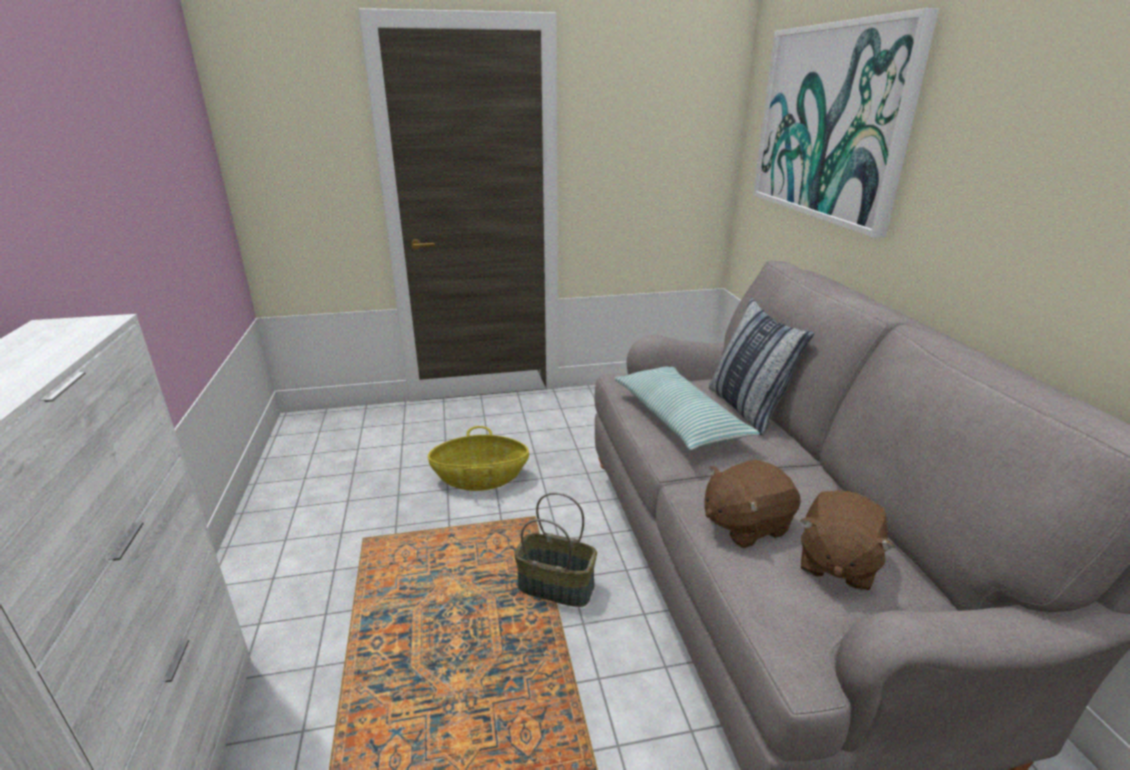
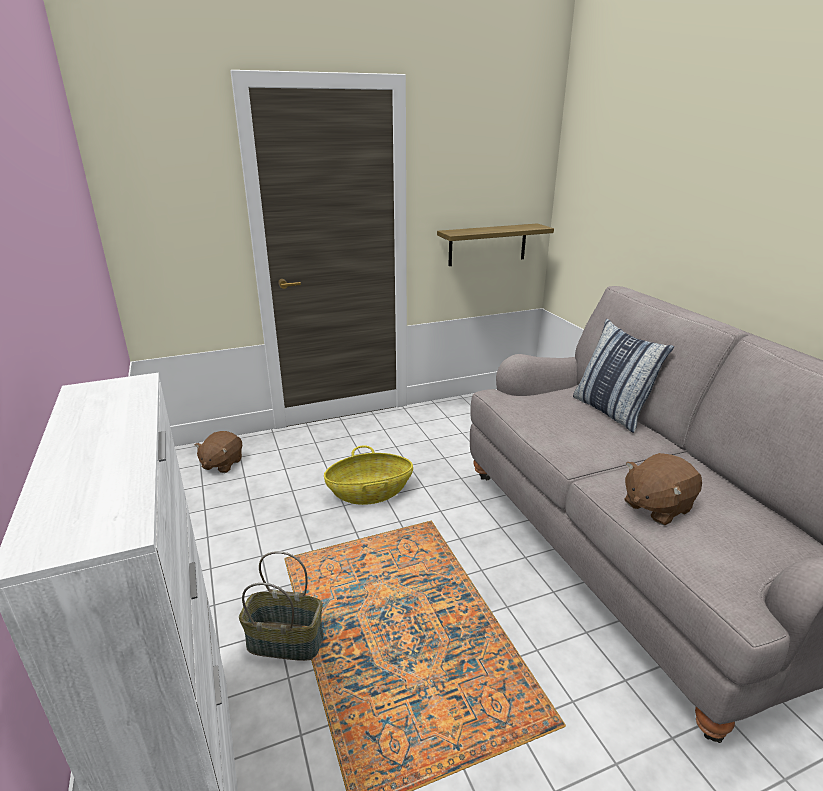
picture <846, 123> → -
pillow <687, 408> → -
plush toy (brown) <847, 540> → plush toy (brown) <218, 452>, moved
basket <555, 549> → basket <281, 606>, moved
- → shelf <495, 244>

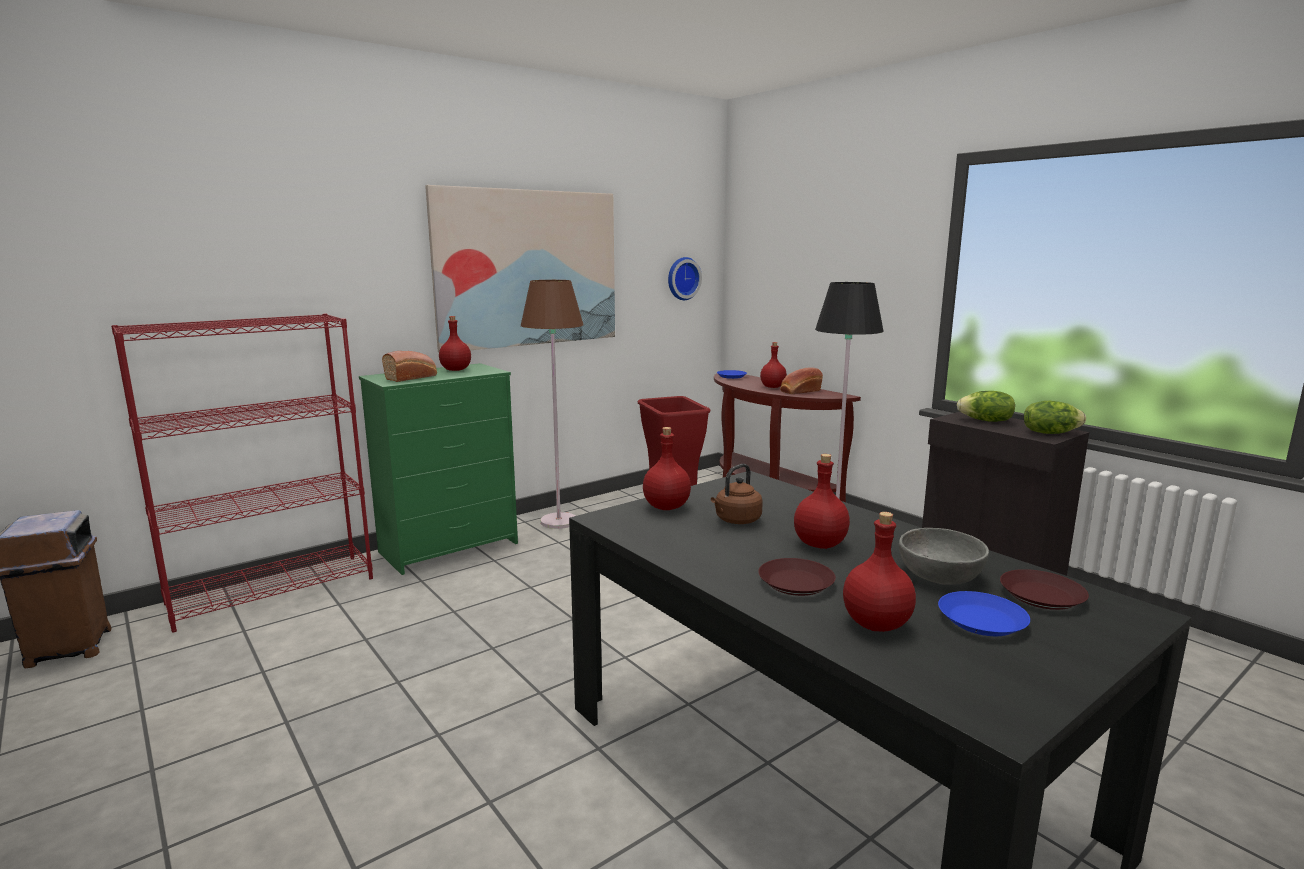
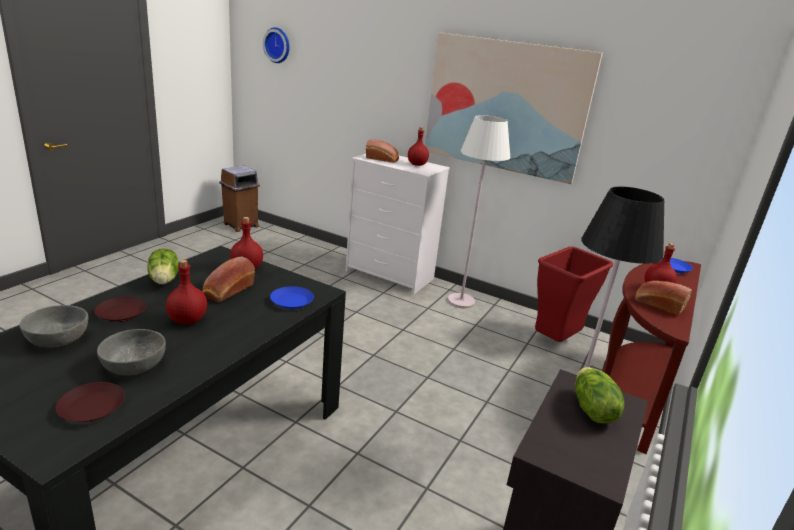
wall clock <685, 278> → wall clock <276, 45>, moved
floor lamp (brown) <552, 404> → floor lamp (white) <479, 212>
bookcase (red) <242, 473> → -
dresser (green) <438, 469> → dresser (white) <398, 224>
lettuce <1055, 417> → lettuce <163, 266>, moved
kettle (brown) <737, 494> → bread <228, 279>
bottle (red) <879, 572> → bowl (grey) <53, 326>
plate (blue) <984, 613> → plate (blue) <292, 297>, moved

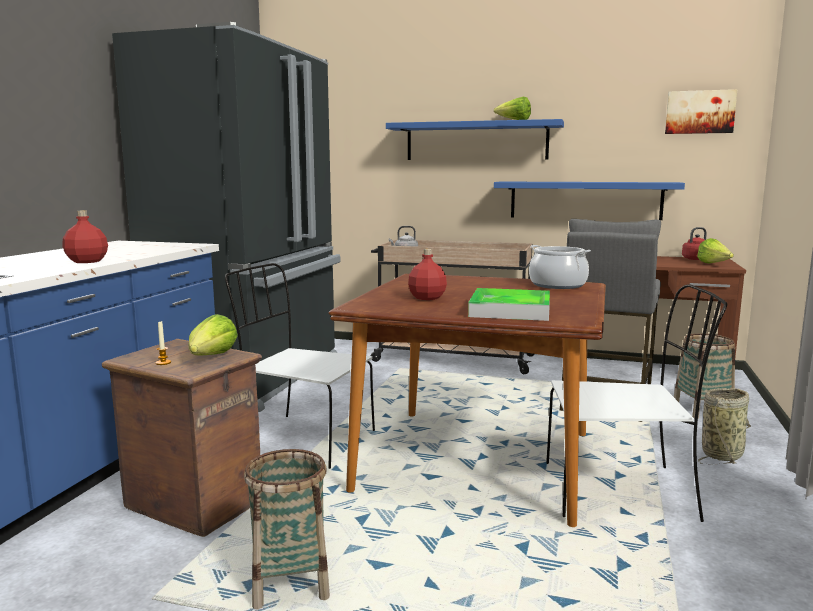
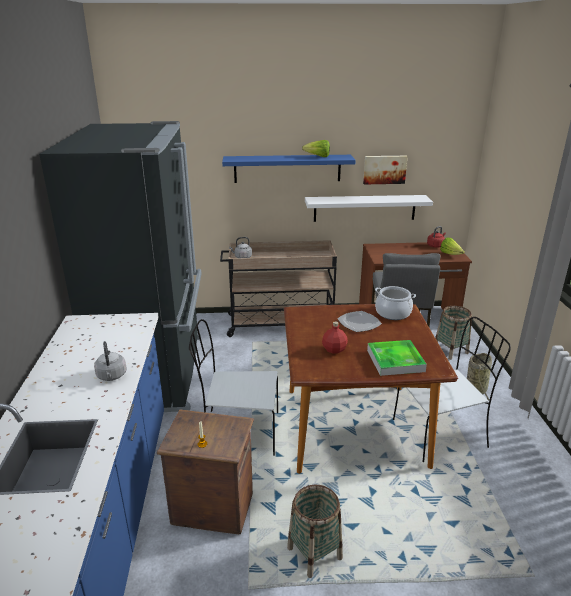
picture <701, 111> → picture <385, 170>, moved
shelf (blue) <589, 201> → shelf (white) <369, 208>
bottle (red) <85, 237> → kettle (grey) <110, 361>
lettuce <213, 334> → -
- → plate <359, 321>

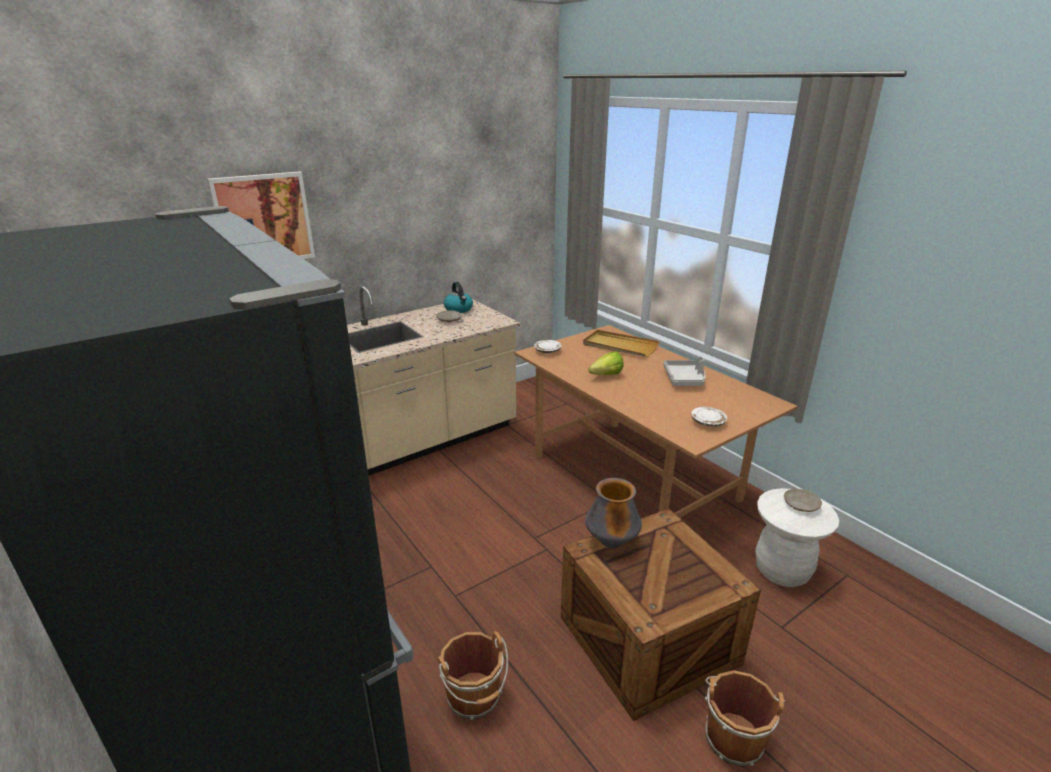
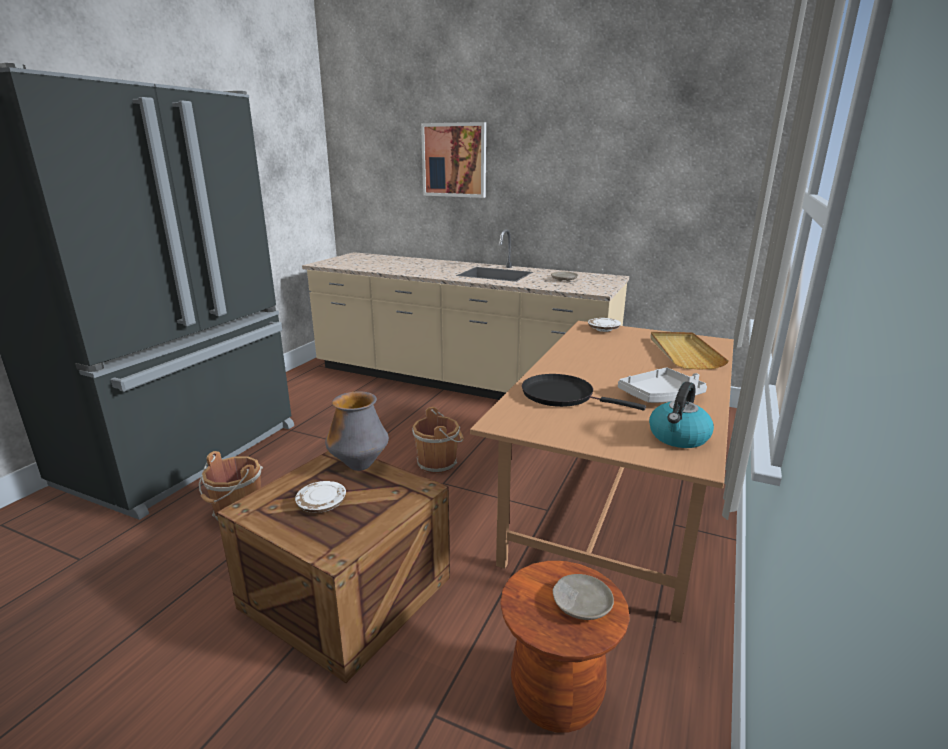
kettle <458, 297> → kettle <681, 415>, moved
lettuce <606, 363> → -
plate (white) <709, 417> → plate (white) <320, 497>, moved
stool (white) <797, 537> → stool (brown) <565, 647>
bucket (brown) <745, 718> → bucket (brown) <438, 440>, moved
- → frying pan (black) <584, 392>

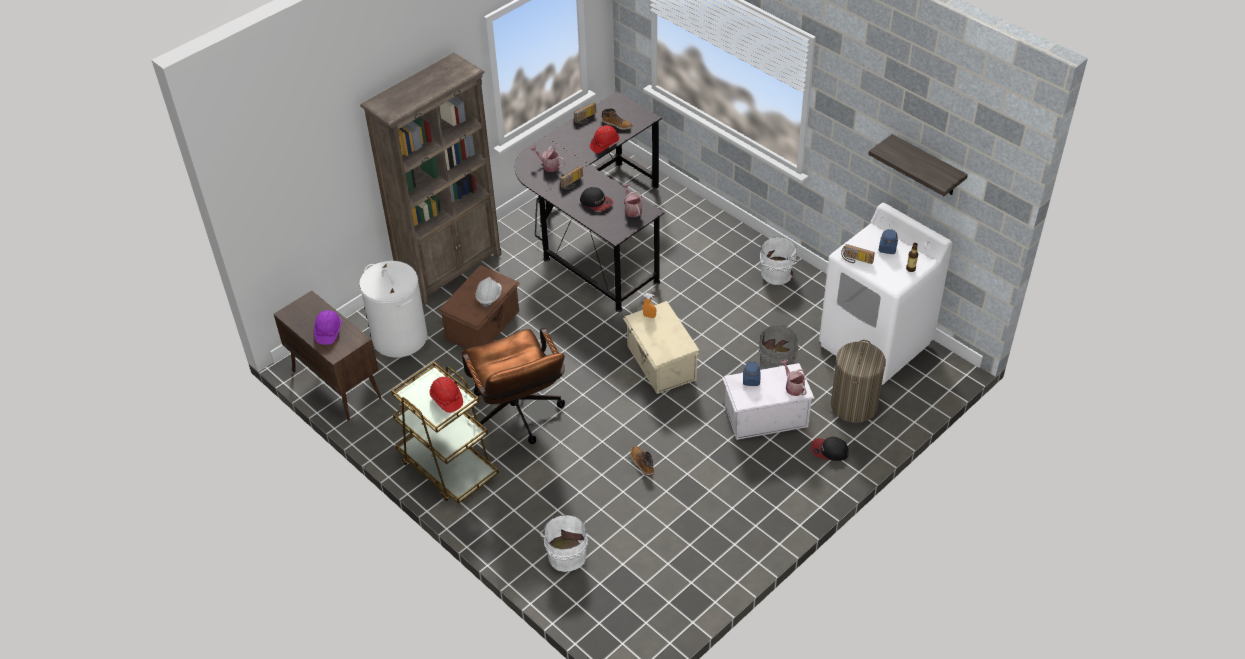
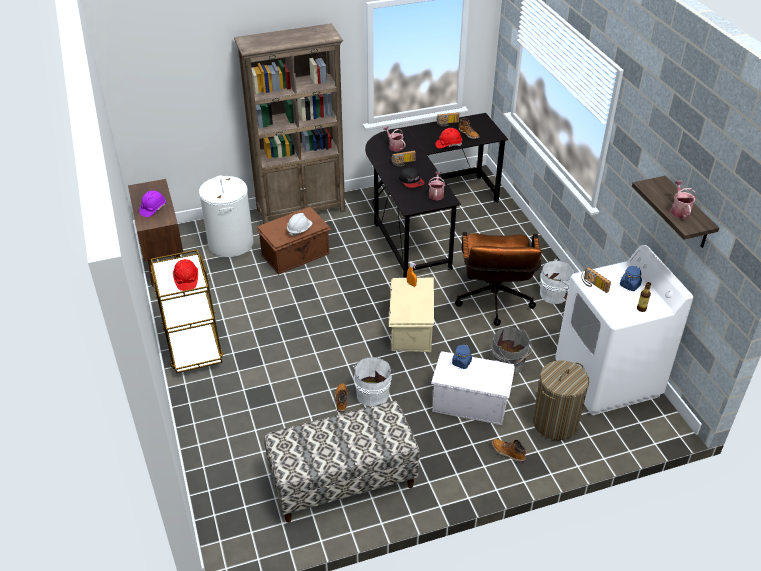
office chair (brown) <513, 386> → office chair (brown) <498, 279>, moved
watering can <794, 378> → watering can <683, 199>, moved
cap <830, 449> → boot <509, 451>
bucket (white) <564, 543> → bucket (white) <373, 381>, moved
- → bench <342, 462>

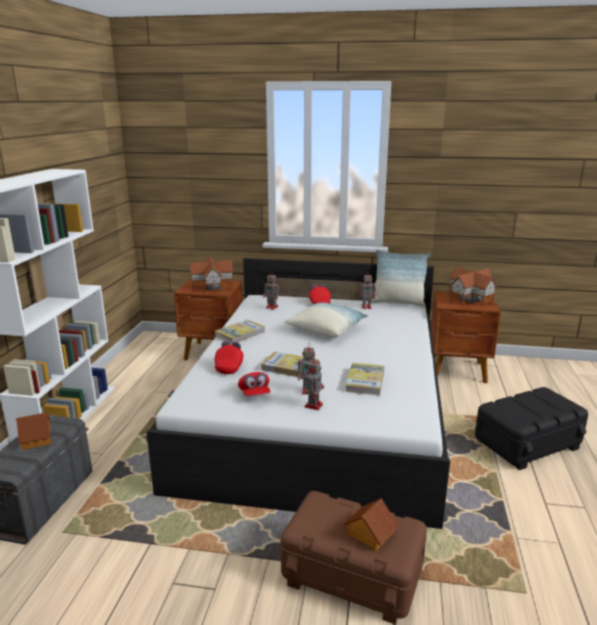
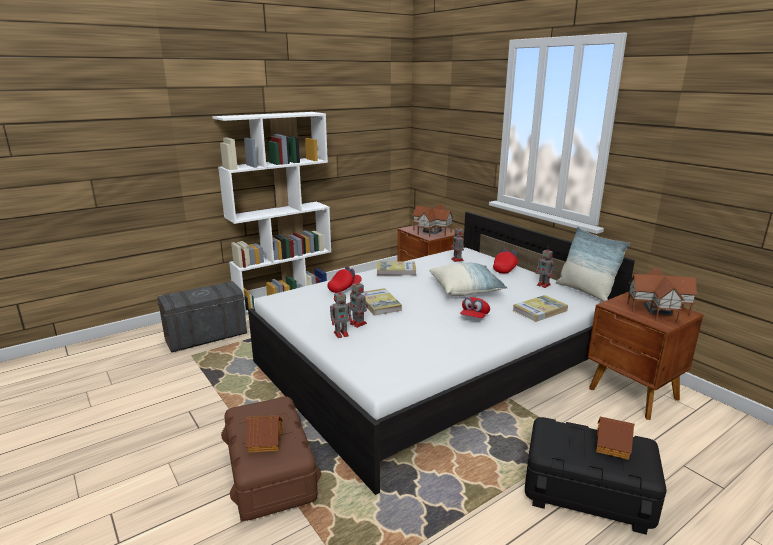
book <364, 379> → book <540, 308>, moved
cap (red) <254, 384> → cap (red) <475, 307>, moved
toy house <33, 431> → toy house <615, 438>, moved

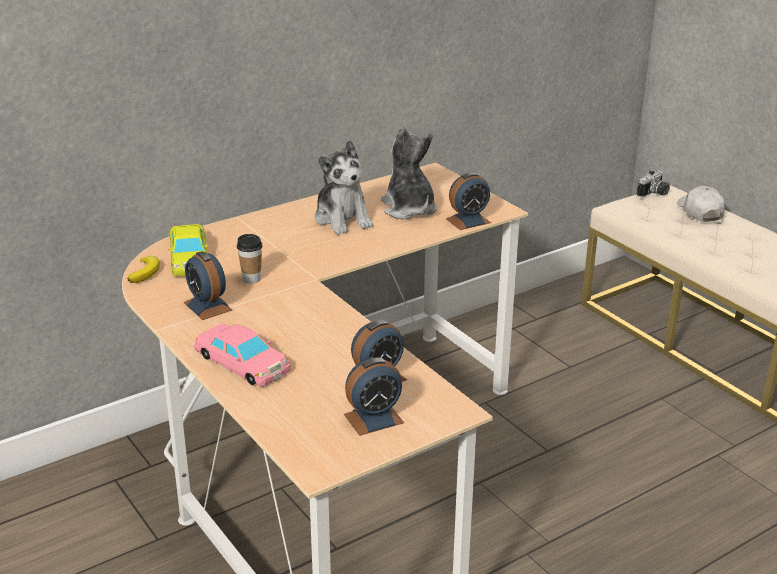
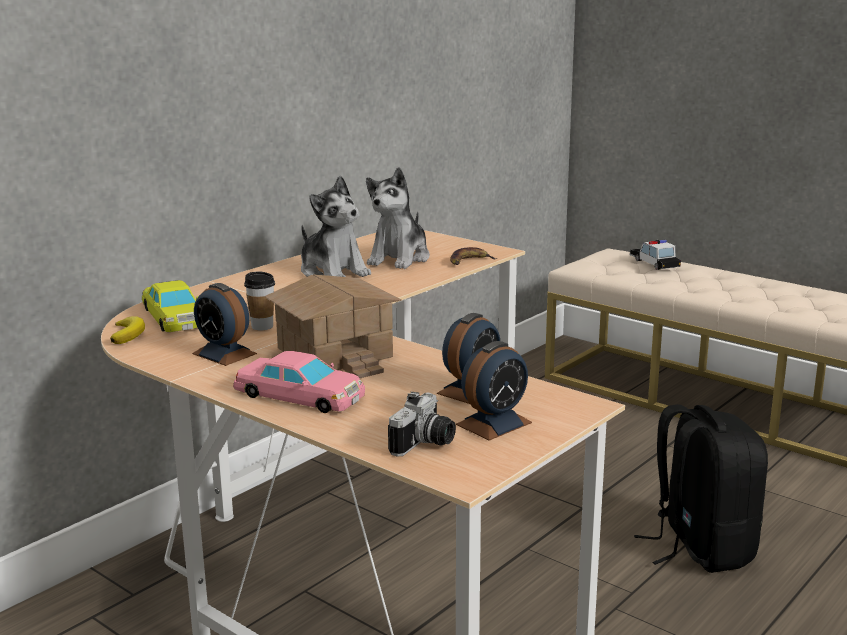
plush toy <409, 173> → plush toy <398, 218>, 120 degrees counterclockwise
photo camera <653, 183> → photo camera <422, 424>, moved
alarm clock <468, 201> → banana <473, 256>
cap (white) <701, 204> → toy car <655, 255>
- → toy house <333, 326>
- → backpack (black) <701, 488>

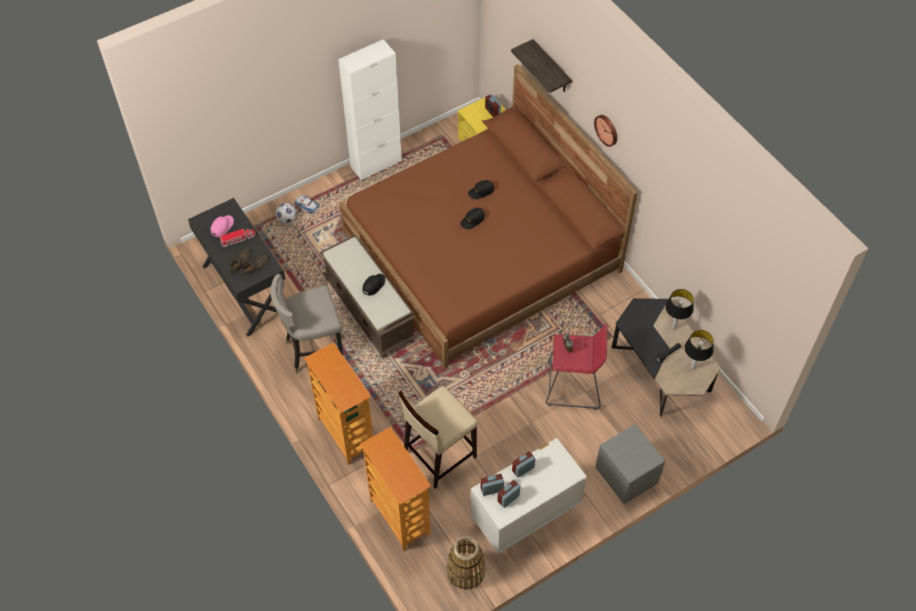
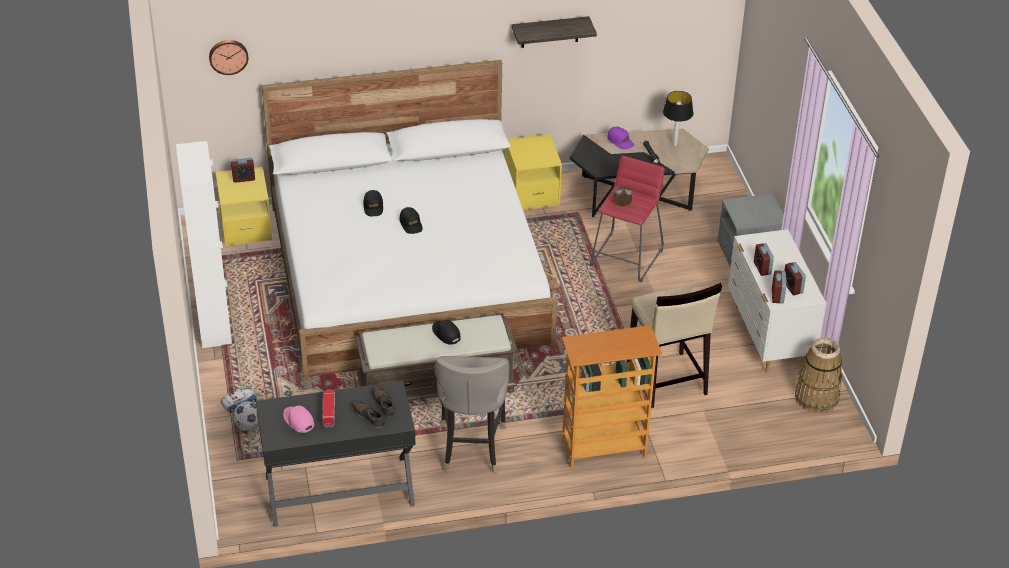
shelf <541, 66> → shelf <554, 32>, moved
bed (brown) <488, 216> → bed (white) <409, 220>
wall clock <605, 131> → wall clock <228, 57>, moved
table lamp <679, 309> → cap (purple) <620, 138>
bookcase <395, 489> → -
- → nightstand (yellow) <533, 172>

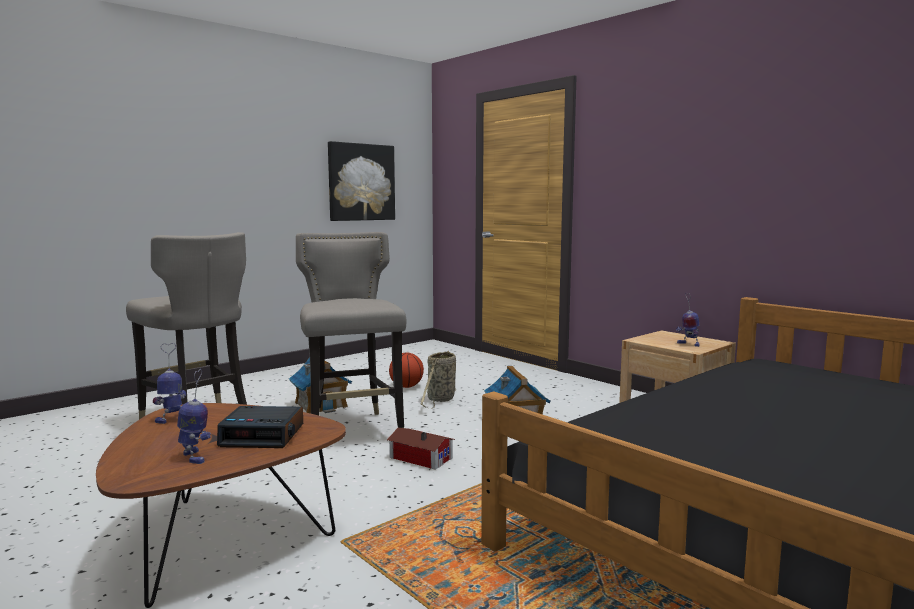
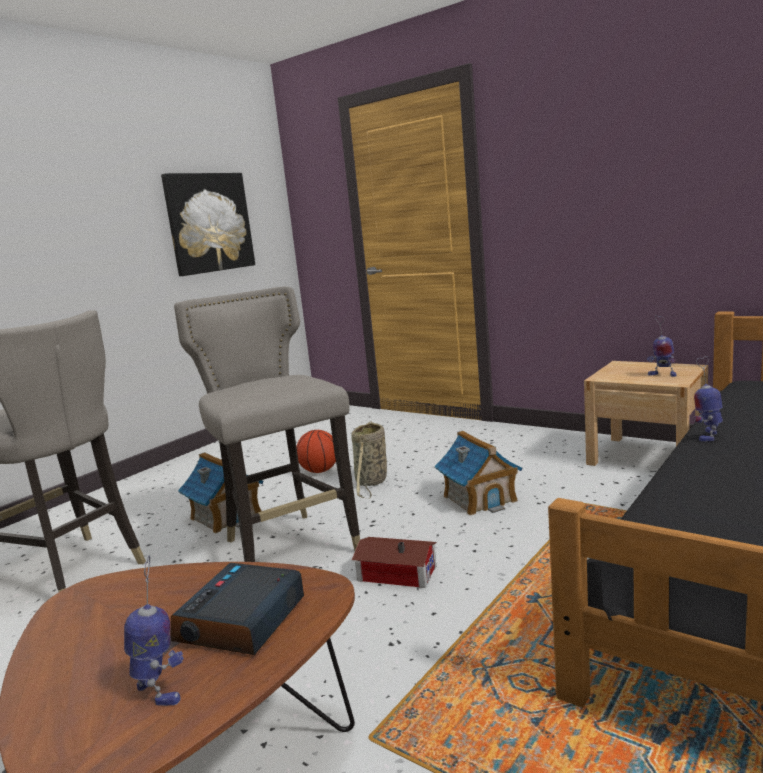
toy robot <169, 383> → toy robot <708, 399>, moved
alarm clock <260, 427> → alarm clock <237, 609>, 120 degrees clockwise

